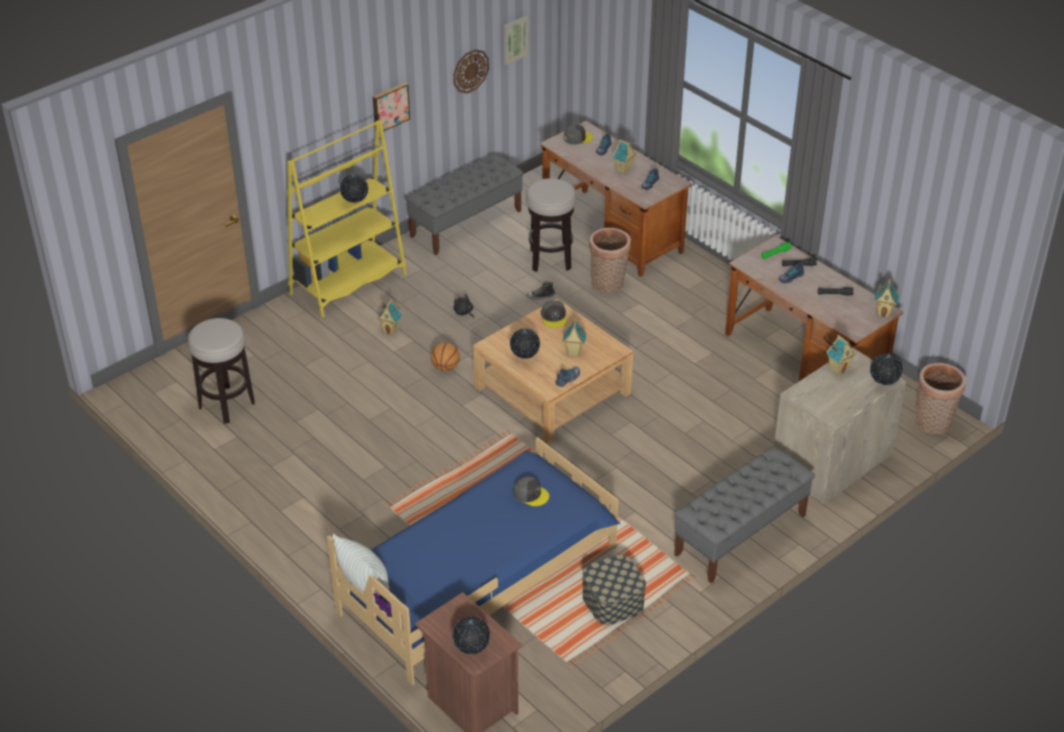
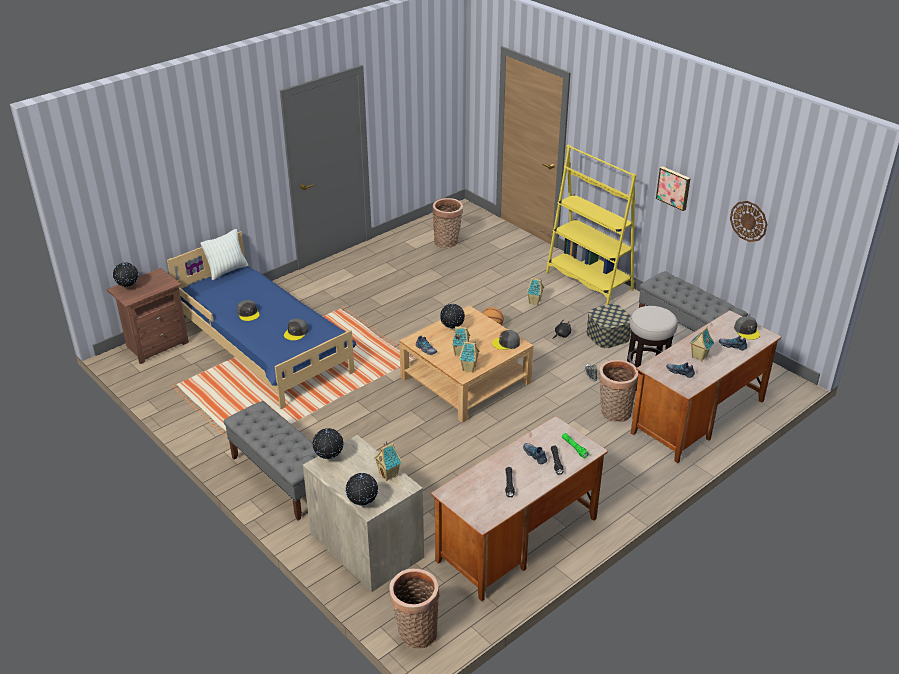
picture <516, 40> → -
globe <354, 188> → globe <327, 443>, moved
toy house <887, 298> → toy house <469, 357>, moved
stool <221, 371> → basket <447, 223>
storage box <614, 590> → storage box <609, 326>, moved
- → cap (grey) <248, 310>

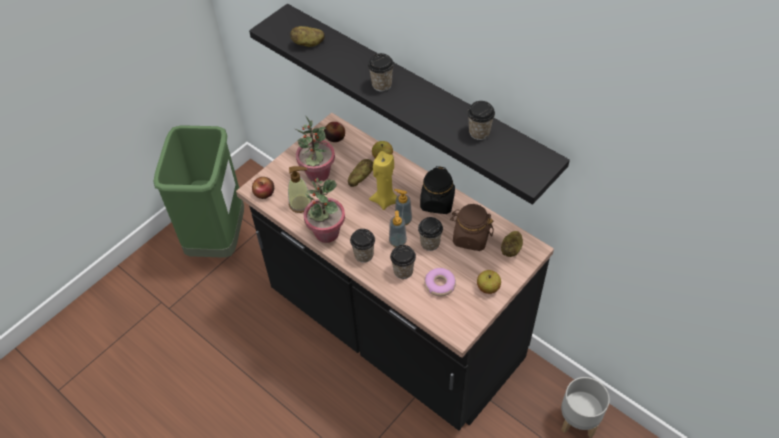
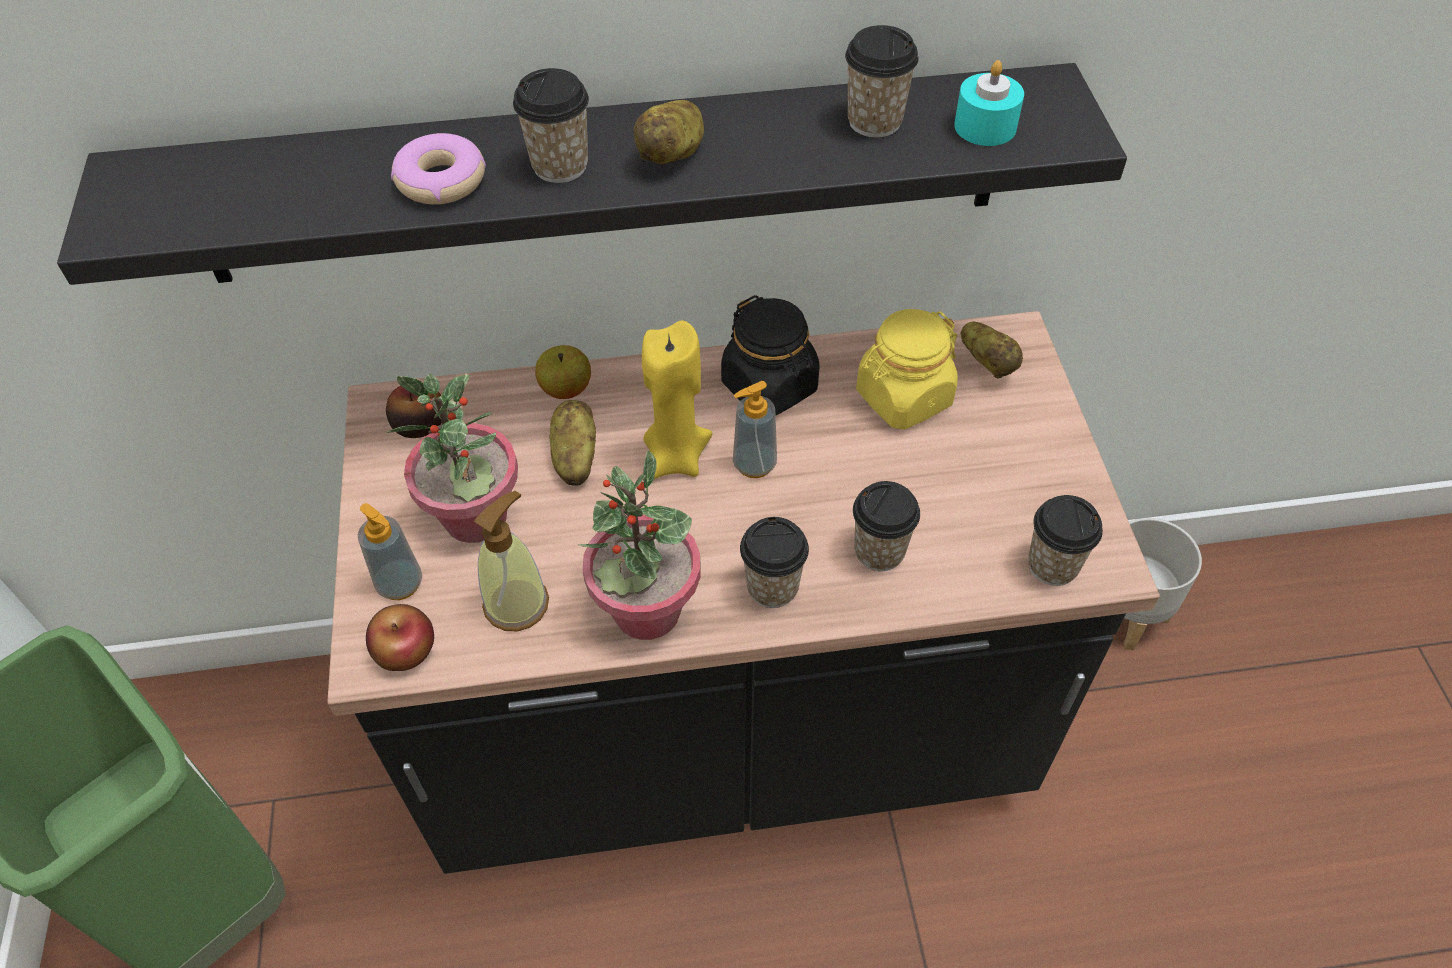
potato <307, 36> → potato <668, 132>, moved
jar (brown) <472, 227> → jar (yellow) <907, 369>
soap dispenser <398, 229> → soap dispenser <390, 551>, moved
cup <430, 234> → cup <1065, 540>, moved
donut <440, 282> → donut <438, 169>, moved
apple <489, 282> → -
- → candle (turquoise) <989, 103>

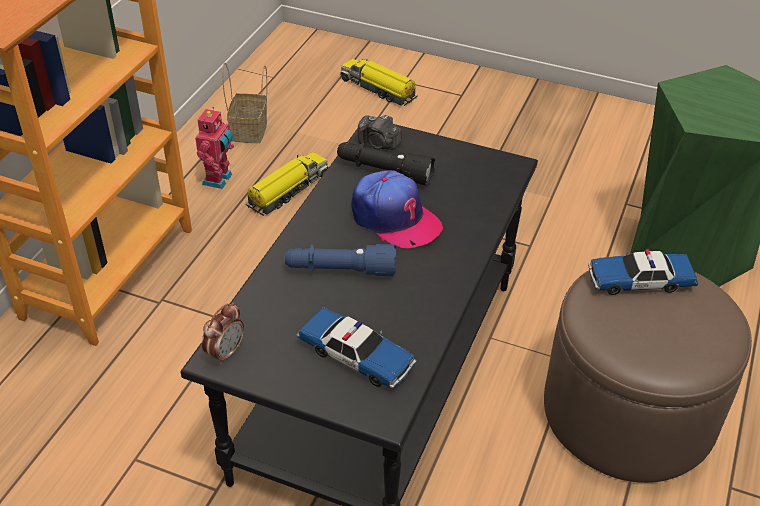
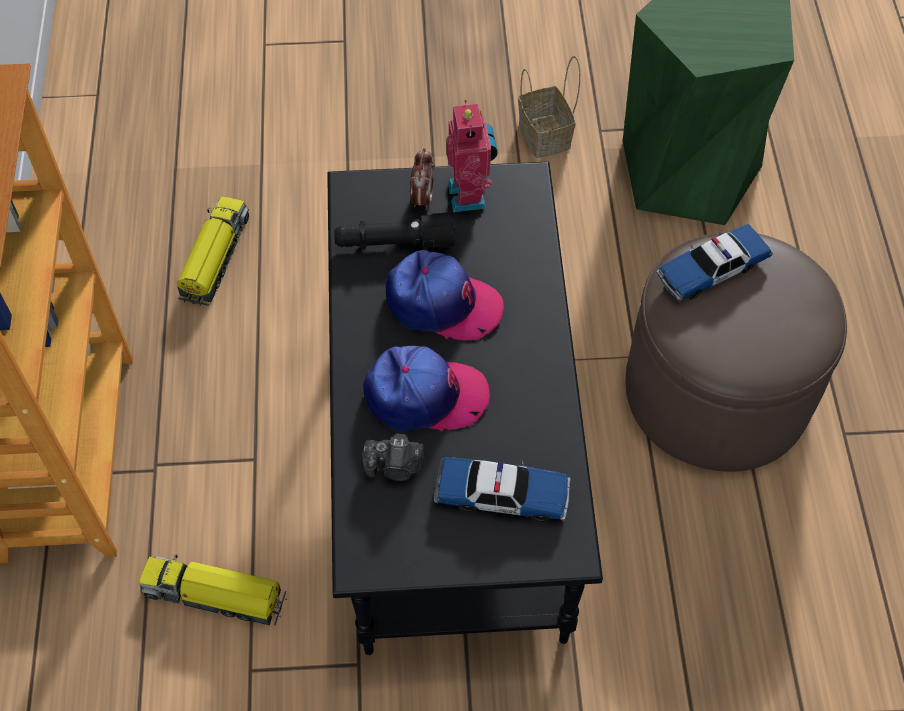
toy truck <379, 82> → toy truck <213, 590>, moved
basket <244, 103> → basket <549, 107>, moved
toy robot <214, 148> → toy robot <472, 156>, moved
photo camera <379, 132> → photo camera <393, 457>, moved
flashlight (blue) <340, 260> → cap <426, 389>
alarm clock <223, 334> → alarm clock <422, 179>, moved

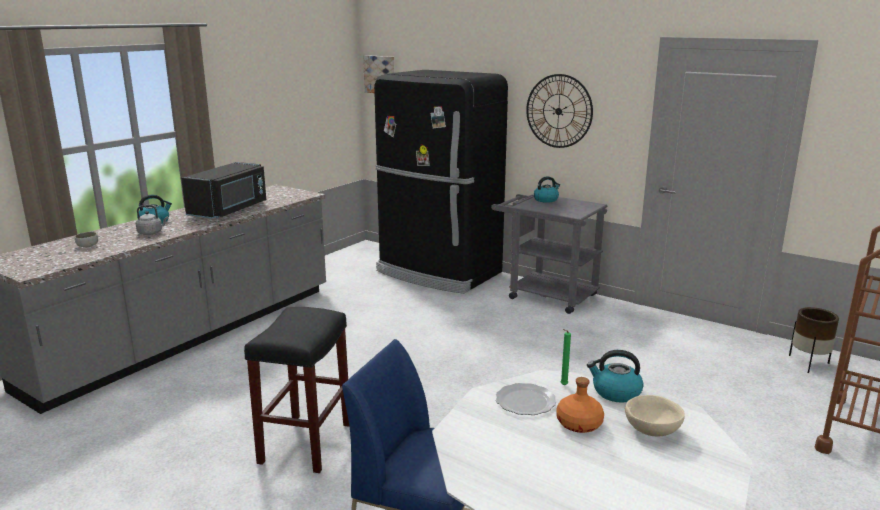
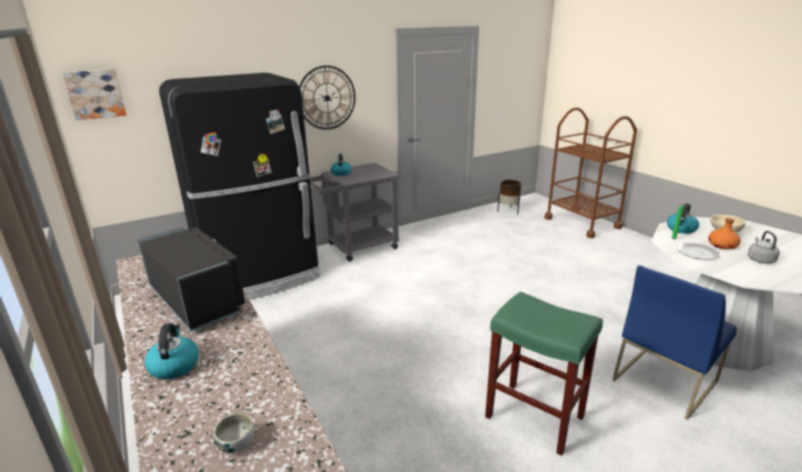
kettle (grey) <152, 220> → kettle (grey) <764, 247>, moved
stool (black) <296, 390> → stool (green) <544, 374>

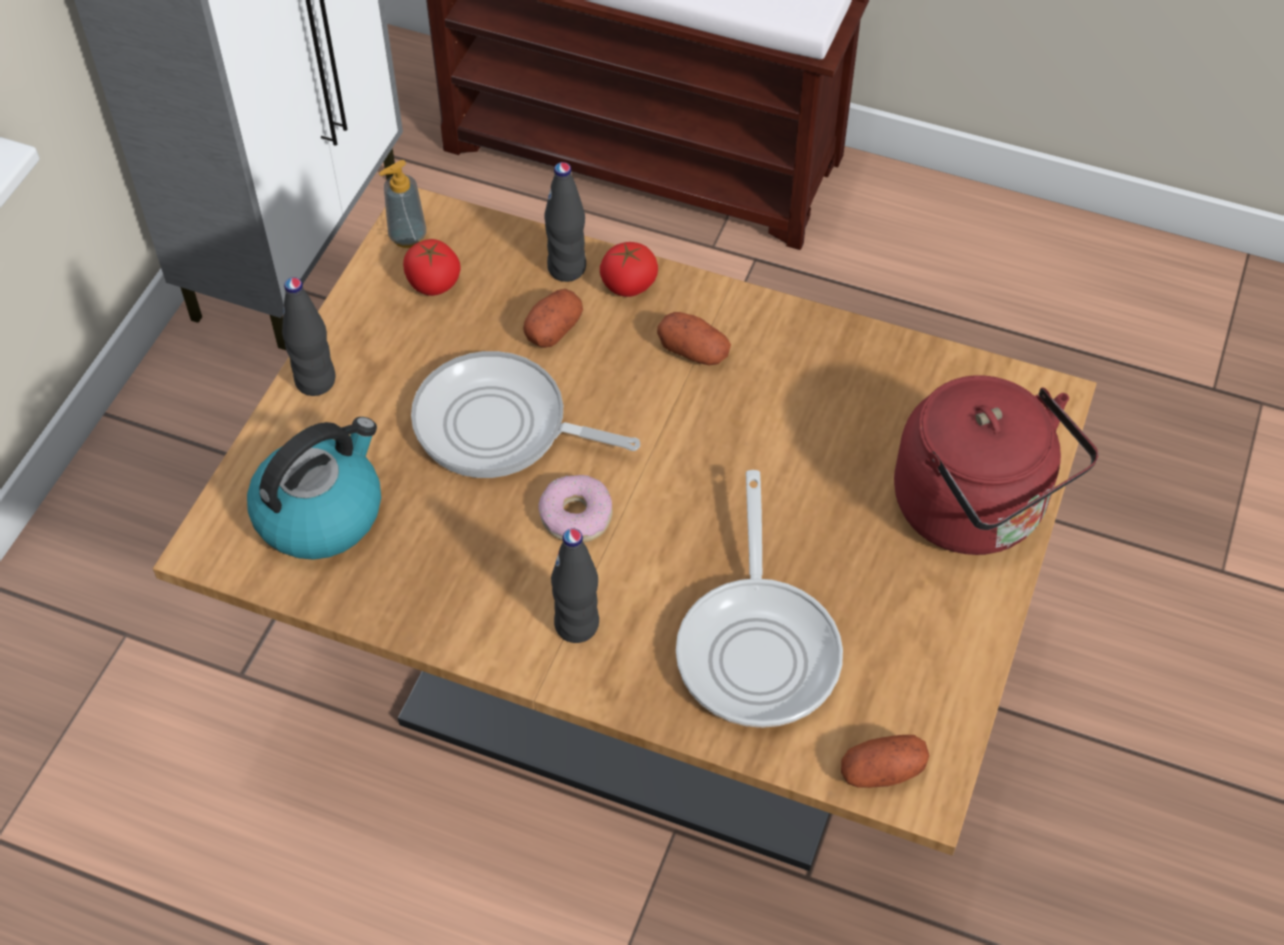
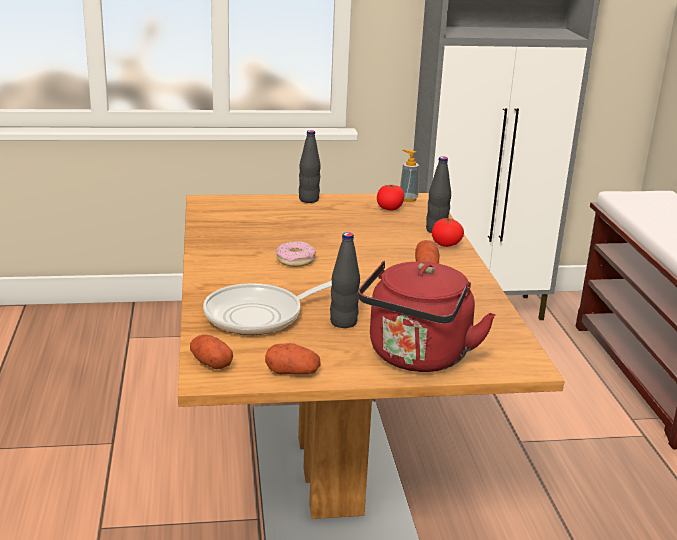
potato <553, 318> → potato <293, 358>, moved
frying pan <525, 414> → -
kettle <314, 488> → -
bottle (black) <575, 585> → bottle (black) <345, 280>, moved

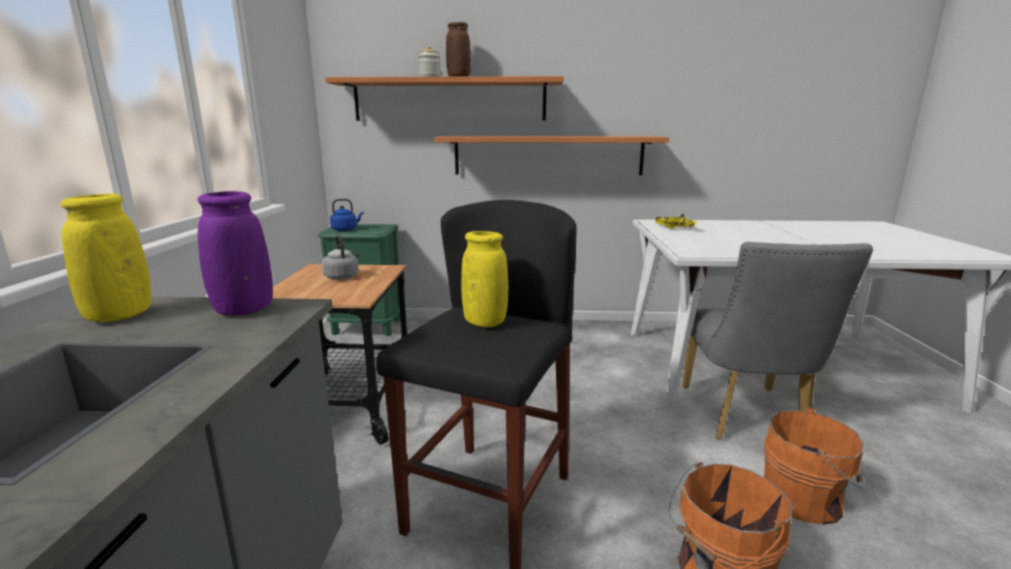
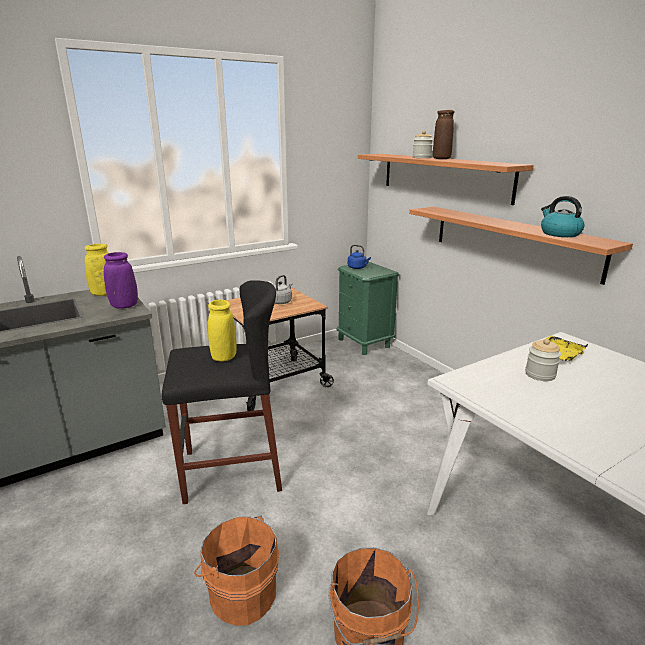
chair (grey) <777, 340> → -
- → kettle <563, 216>
- → jar <543, 360>

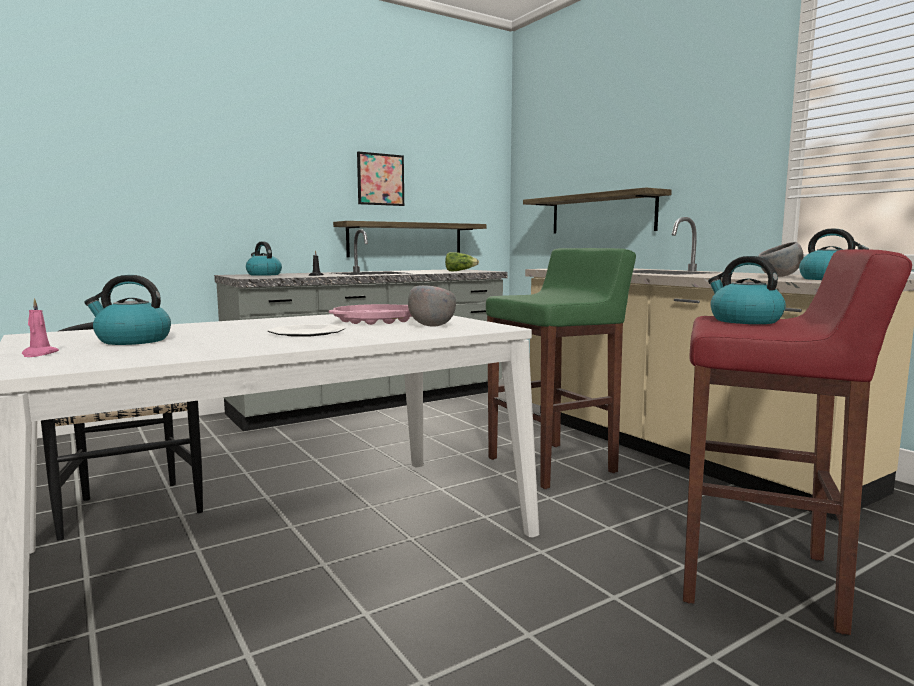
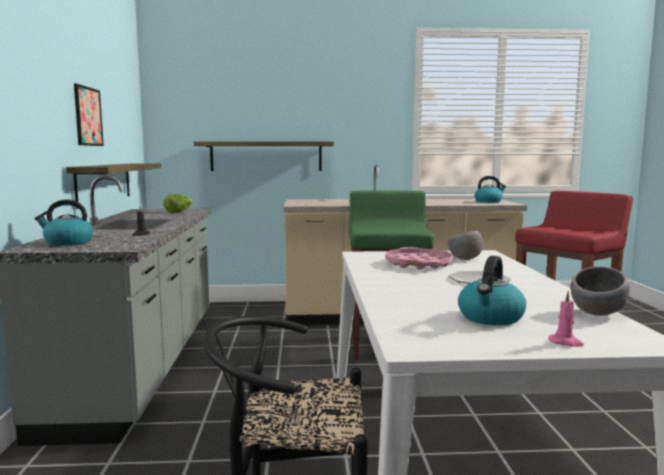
bowl (grey) <781, 259> → bowl (grey) <600, 291>, moved
kettle <747, 290> → -

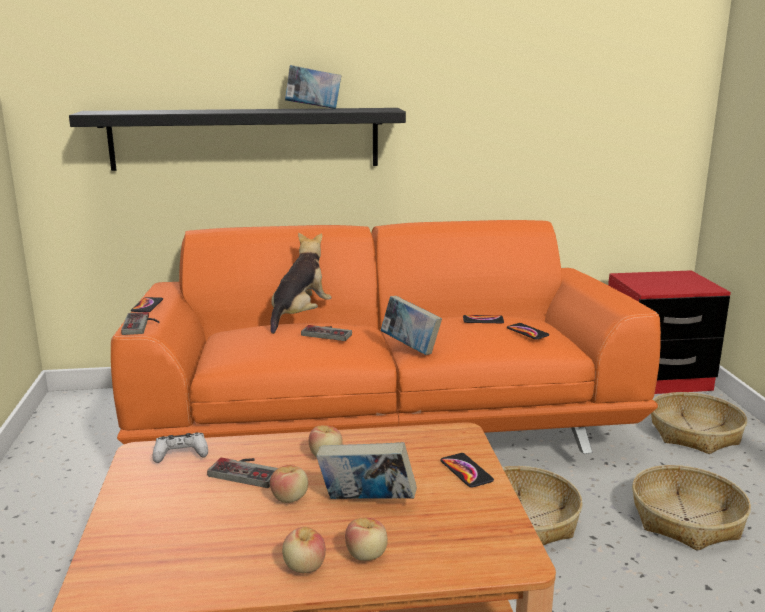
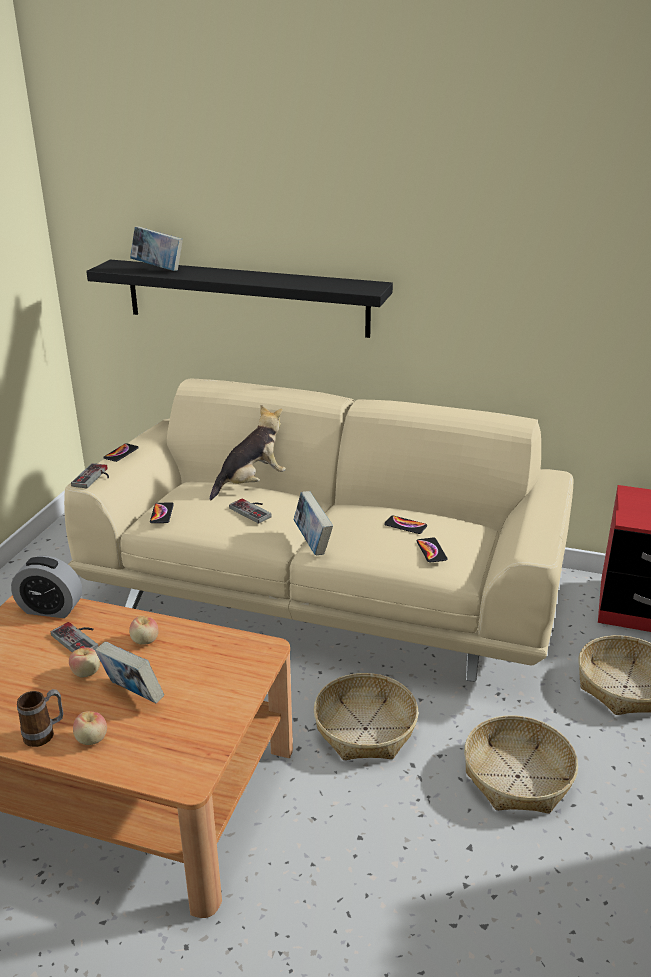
book <313, 87> → book <156, 248>, moved
sofa (orange) <386, 337> → sofa (beige) <319, 530>
game controller (white) <180, 447> → alarm clock <46, 587>
phone <467, 470> → phone <162, 512>, moved
apple <304, 550> → mug <40, 718>

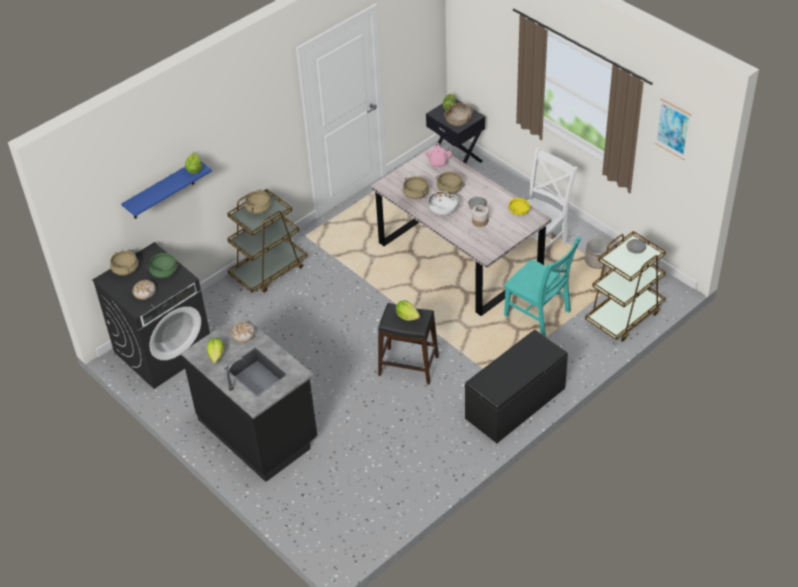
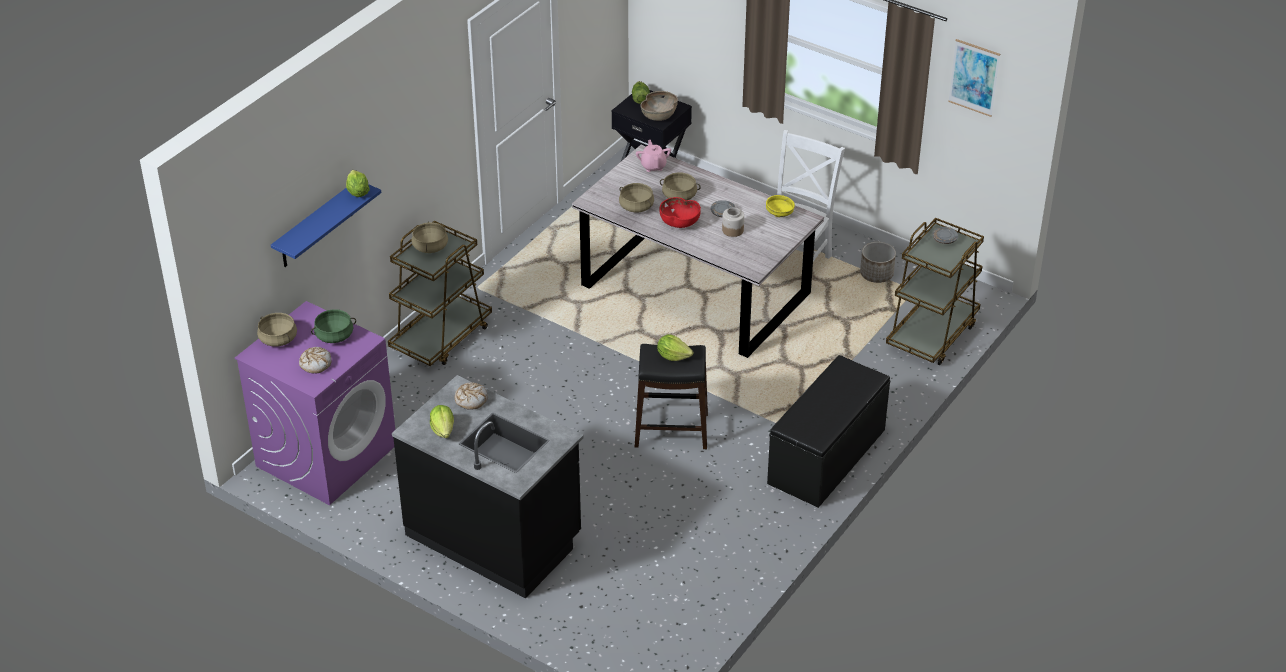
bowl (white) <443, 203> → bowl (red) <680, 212>
chair (turquoise) <543, 286> → -
washing machine (black) <151, 315> → washing machine (purple) <314, 403>

